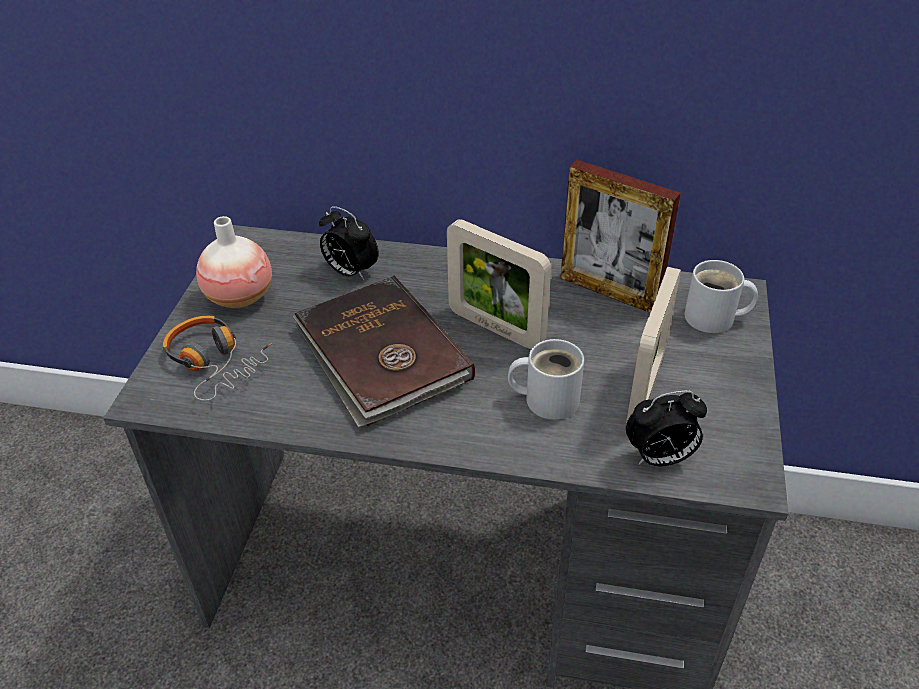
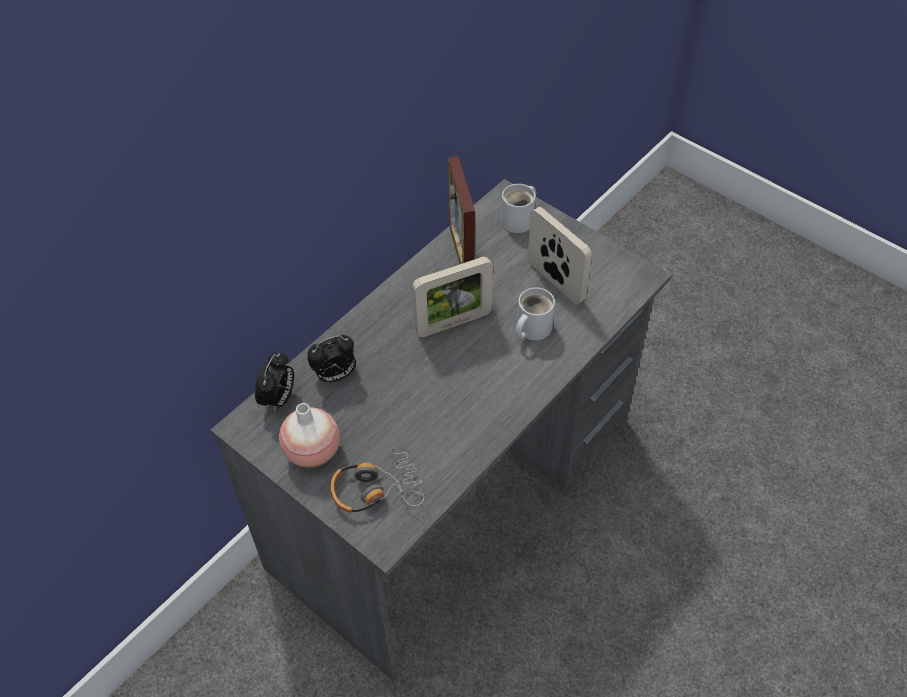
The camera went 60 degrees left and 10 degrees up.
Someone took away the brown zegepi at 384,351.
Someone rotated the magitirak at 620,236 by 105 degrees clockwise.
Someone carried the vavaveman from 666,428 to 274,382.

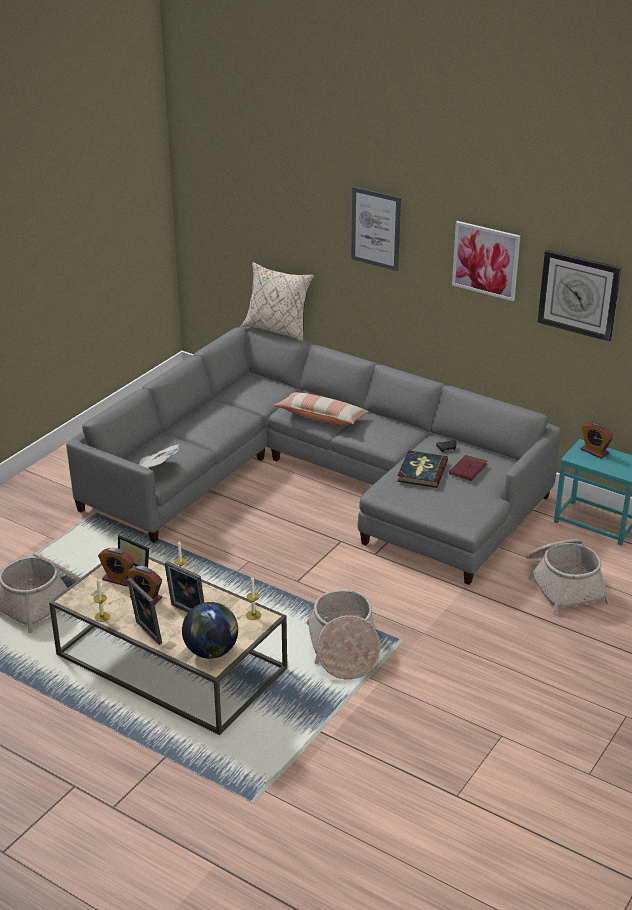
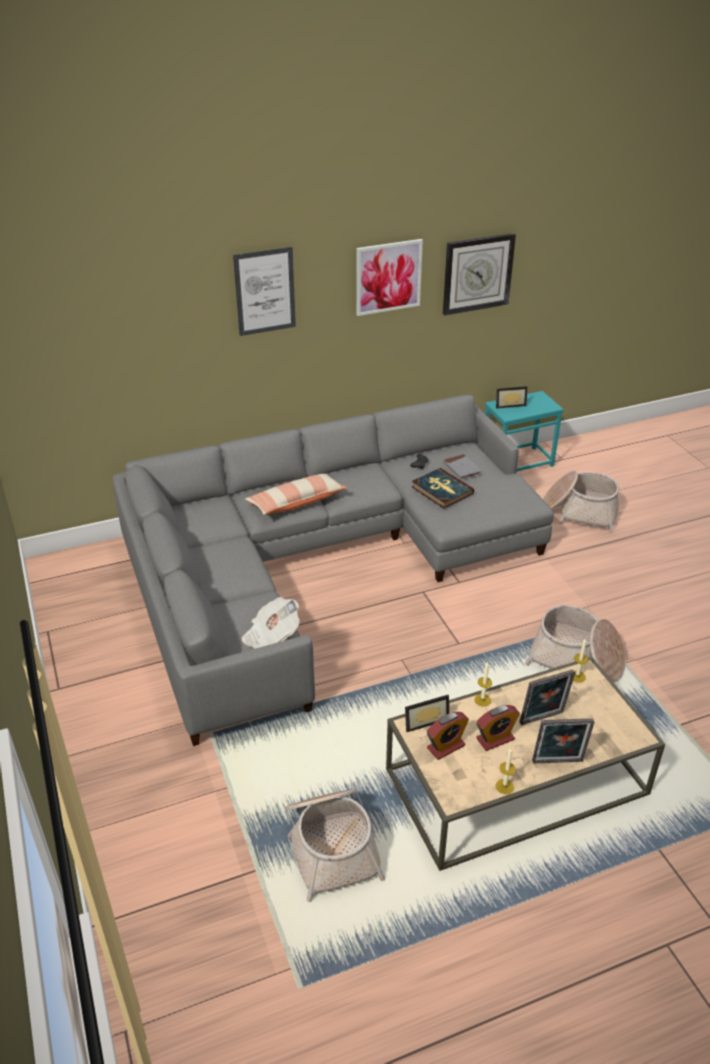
The camera went 55 degrees left and 5 degrees up.
Someone took away the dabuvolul at 210,630.
Someone took away the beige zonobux at 278,302.
Someone repainted the red zegepi at 468,468, which became the grey zegepi at 462,467.
Someone swapped the vavaveman at 597,440 for the magitirak at 511,397.

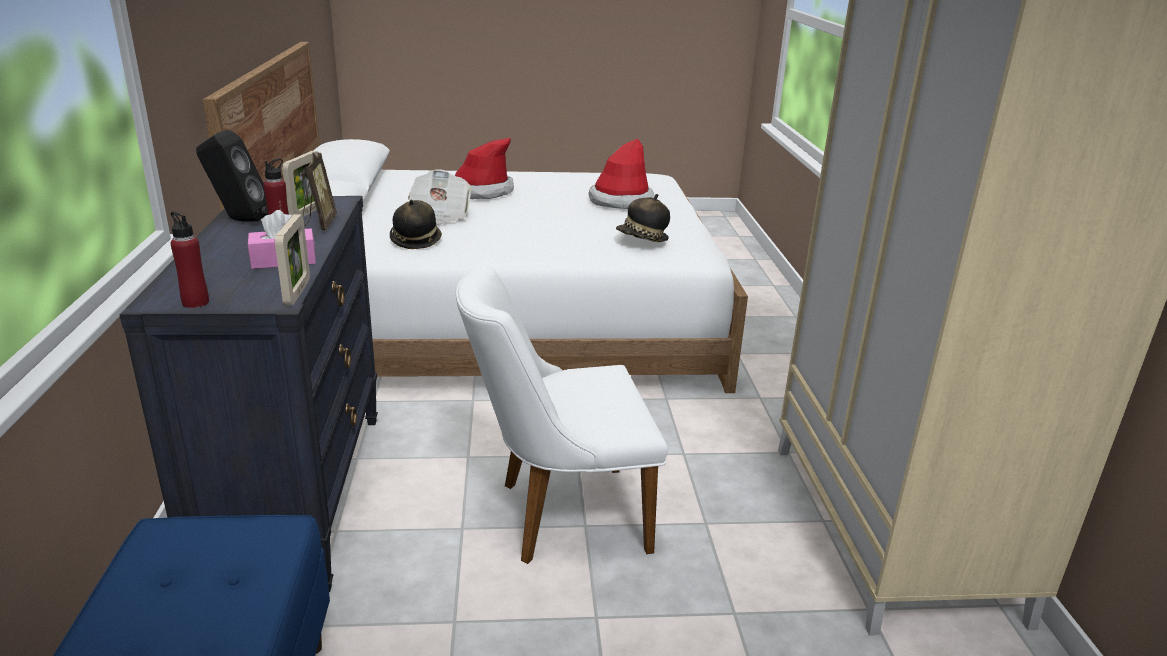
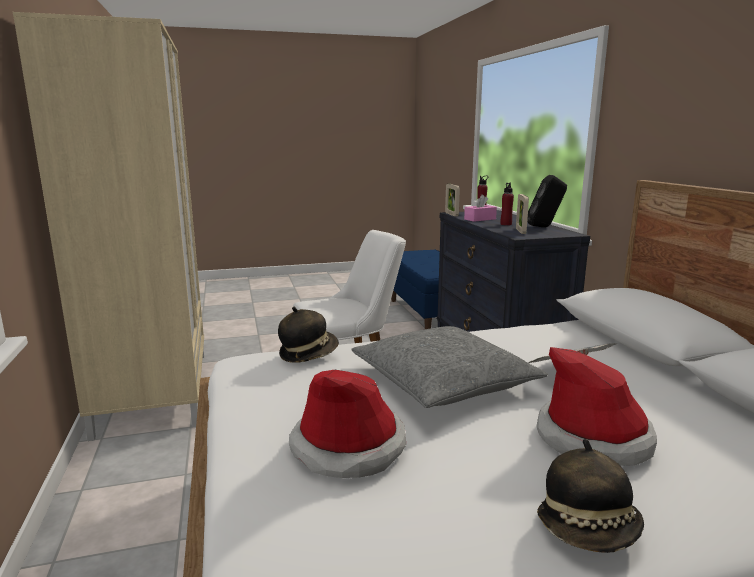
The camera went 170 degrees right and 10 degrees down.
Someone took away the magitirak at 319,191.
Someone carried the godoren from 416,224 to 590,496.
Someone put down the grey zonobux at 450,367.

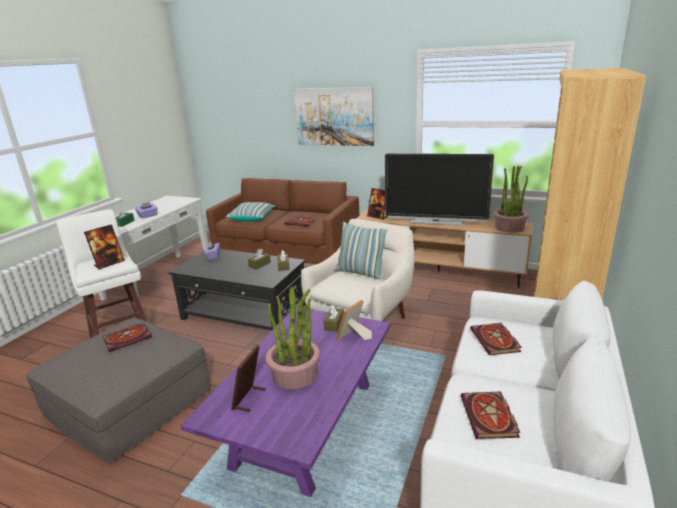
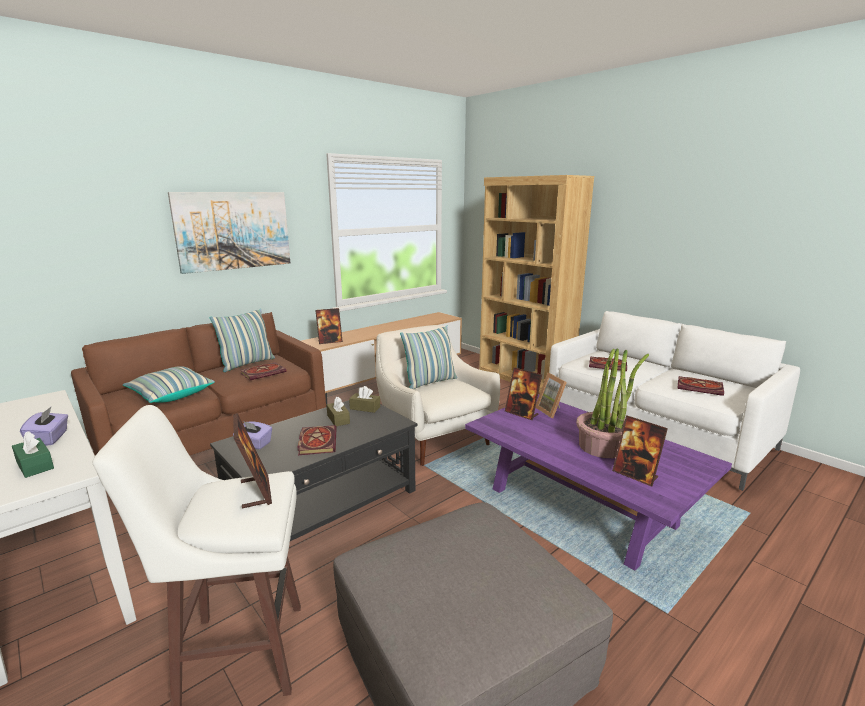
The camera went 65 degrees left and 5 degrees down.
Someone carried the zegepi from 127,337 to 317,440.
Someone swapped the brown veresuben at 334,318 for the magitirak at 523,393.
Someone took away the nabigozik at 439,190.
Someone took away the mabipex at 511,199.
Someone put down the zonobux at 242,340.

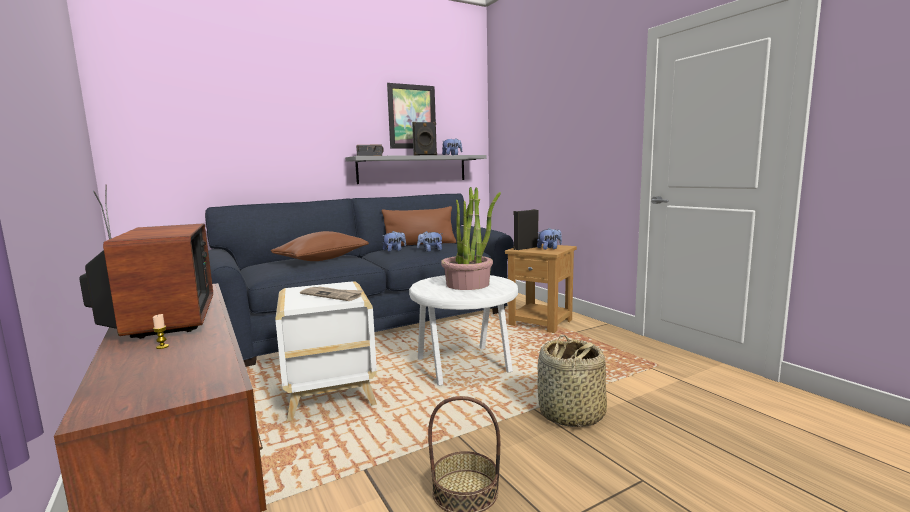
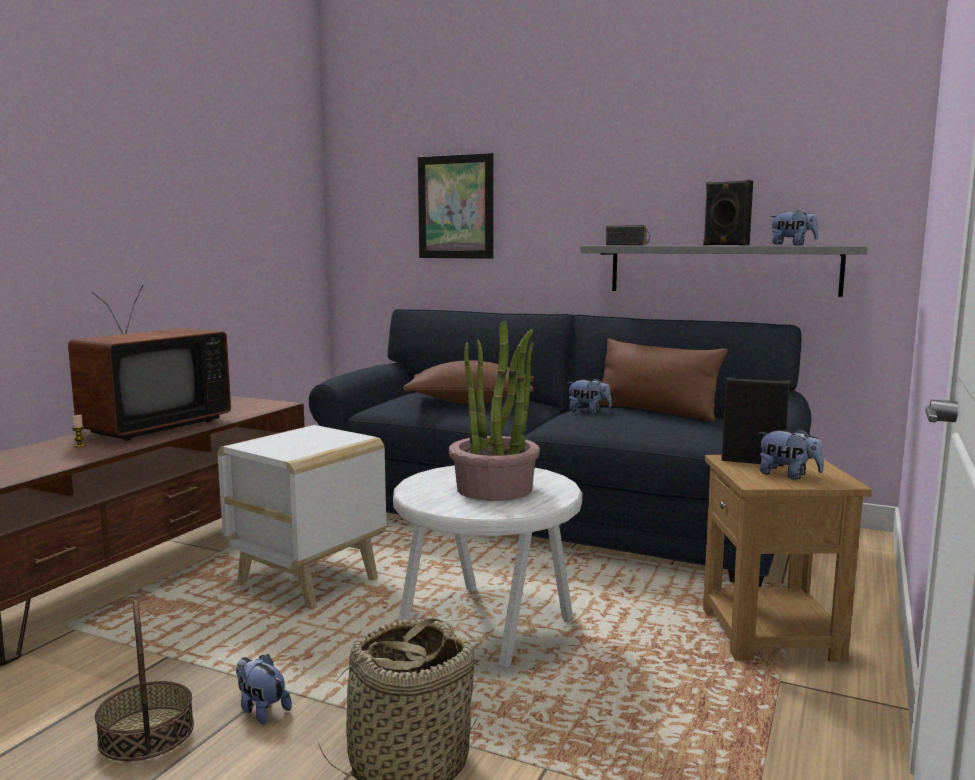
The camera went 55 degrees right and 0 degrees up.
Someone took away the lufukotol at 332,293.
Someone carried the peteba from 411,116 to 456,206.
Someone carried the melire from 430,241 to 264,689.

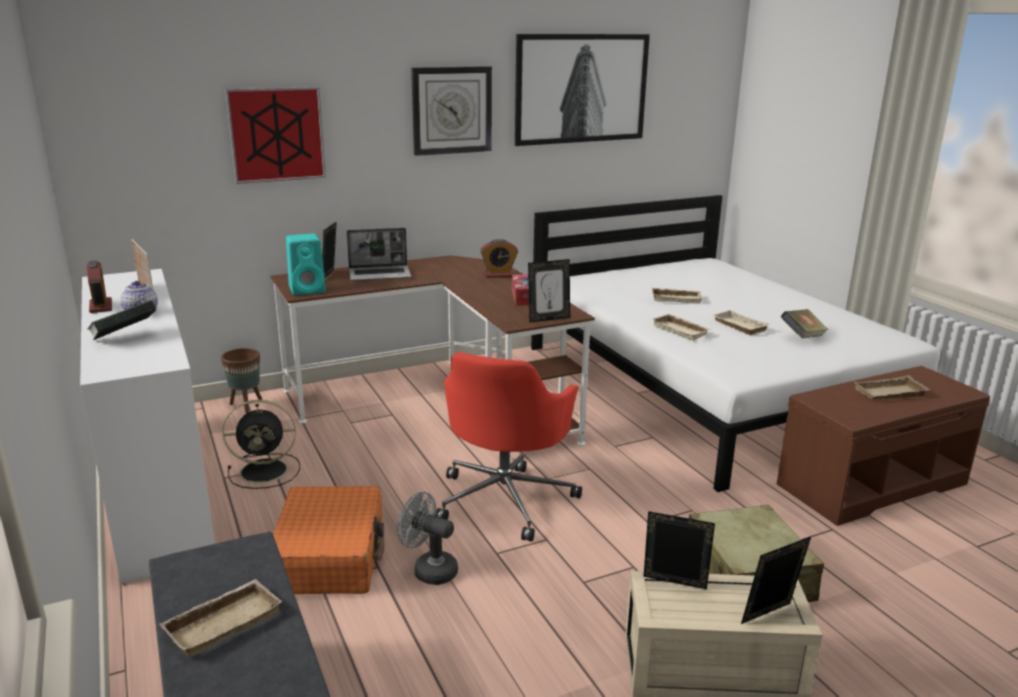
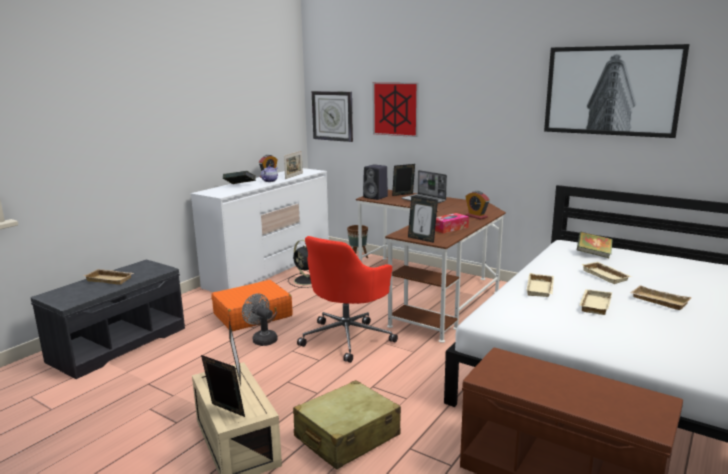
The camera went 60 degrees right and 5 degrees down.
Someone repainted the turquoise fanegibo at 306,264, which became the black fanegibo at 375,182.
Someone rotated the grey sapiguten at 427,538 by 45 degrees counterclockwise.
Someone carried the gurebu from 451,111 to 332,116.
Someone rotated the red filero at 509,447 by 45 degrees counterclockwise.
Someone carried the zegepi from 805,323 to 595,245.
Someone carried the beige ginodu from 892,387 to 661,297.

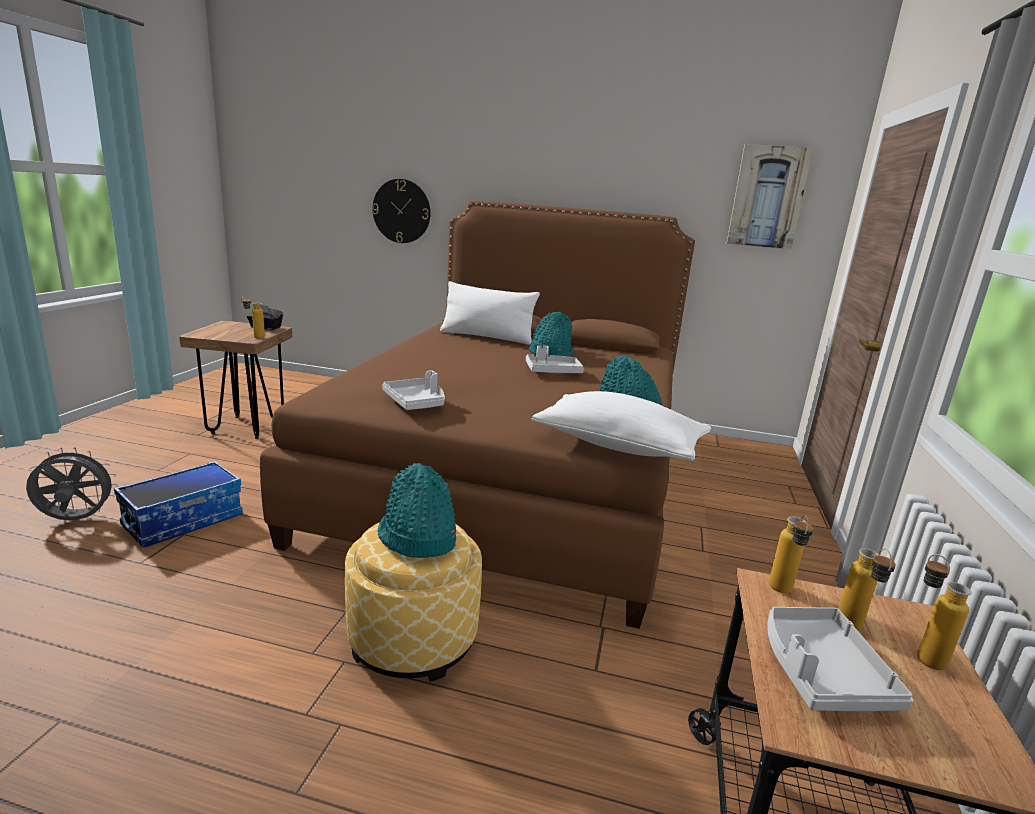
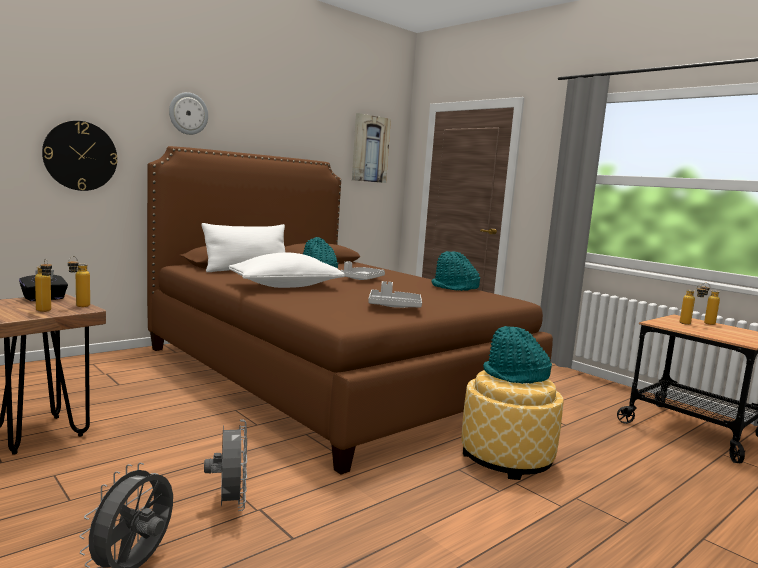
The camera went 55 degrees left and 10 degrees down.
Someone swapped the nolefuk at 178,504 for the grey sapiguten at 225,465.
Someone carried the white zonobux from 621,426 to 287,270.
Someone took away the grey ginodu at 840,659.
Someone carried the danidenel from 791,554 to 43,285.
Someone put up the gurebu at 188,113.

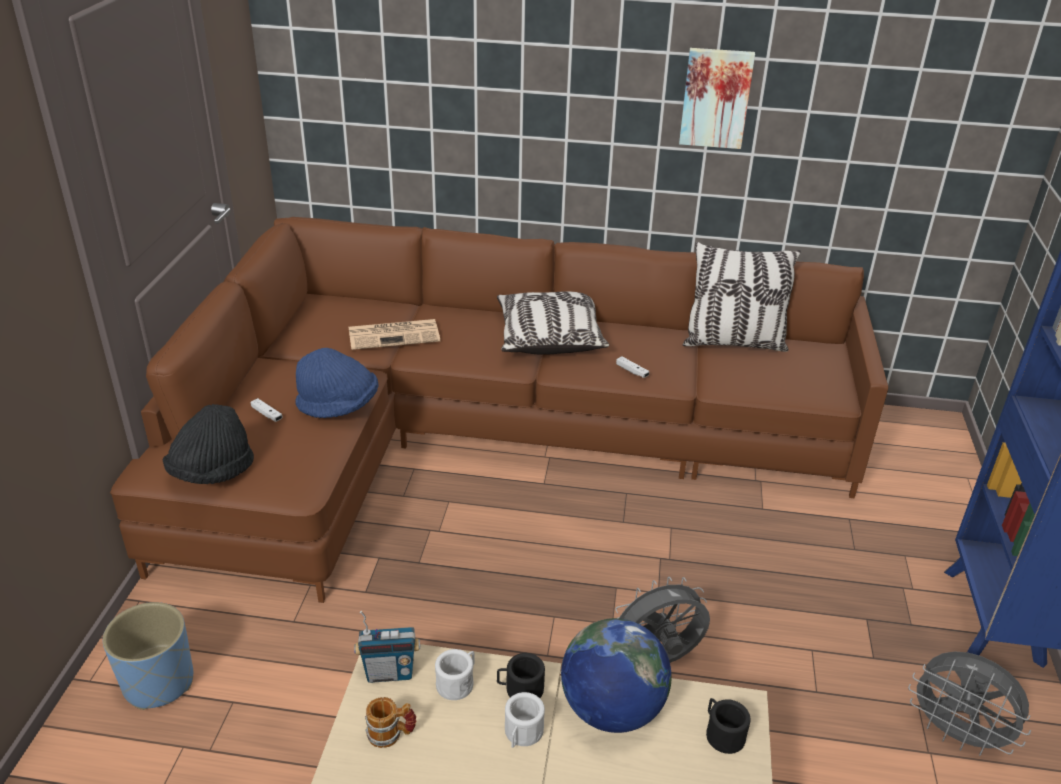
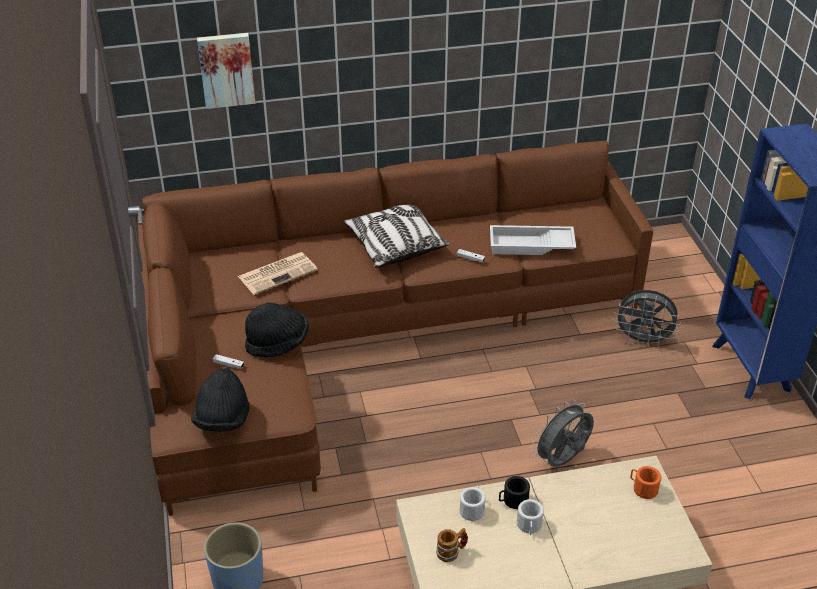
The camera went 20 degrees left and 5 degrees up.
Someone repainted the blue godoren at 337,383, which became the black godoren at 277,330.
Someone took away the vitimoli at 387,647.
Someone took away the dabuvolul at 616,675.
Someone carried the peteba from 717,98 to 226,71.
Someone took away the zonobux at 742,297.
Someone repainted the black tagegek at 728,726, which became the orange tagegek at 645,482.
Someone carried the grey sapiguten from 969,703 to 647,318.
Someone put down the white ginodu at 533,240.

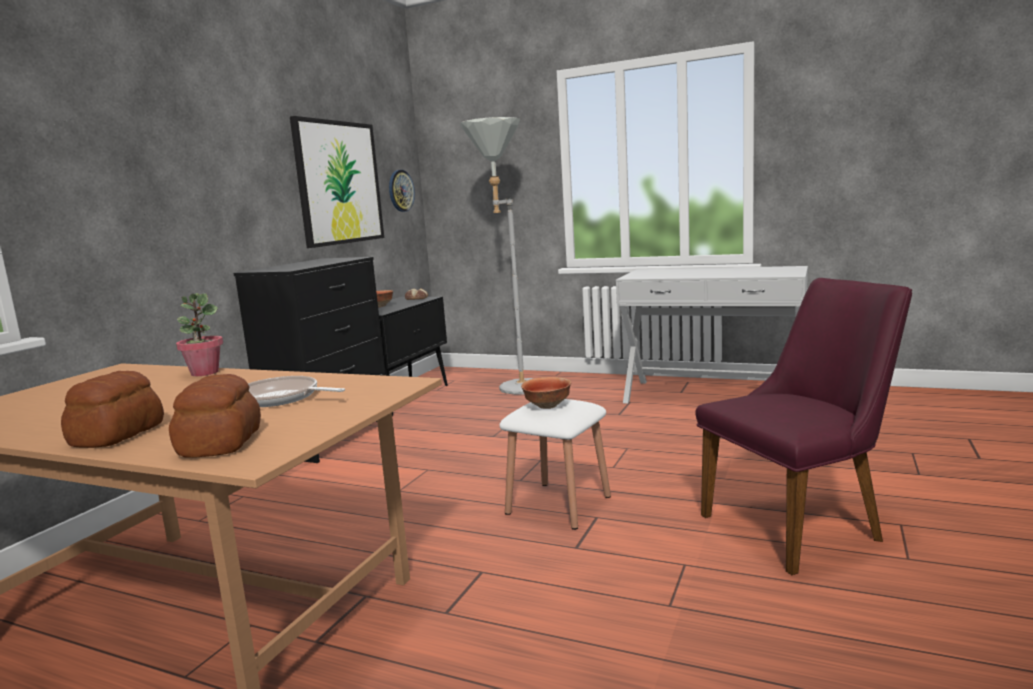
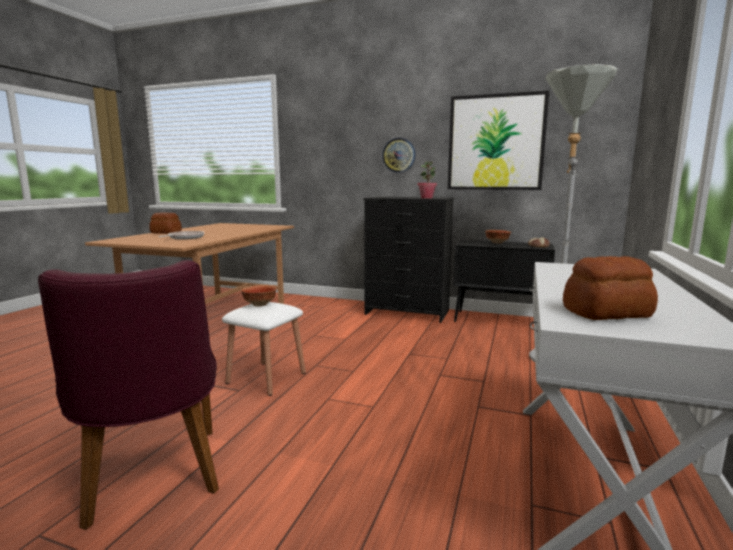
The camera went 85 degrees right and 0 degrees up.
Someone carried the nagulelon from 215,416 to 610,288.
Someone carried the mabipex from 199,334 to 427,180.
Someone carried the gurebu from 402,191 to 398,155.

